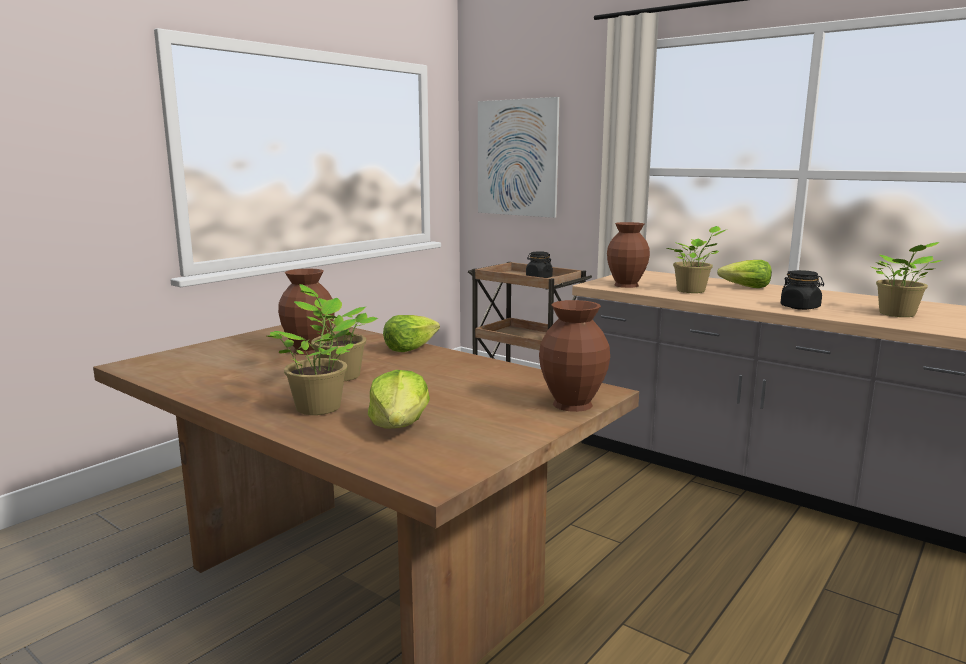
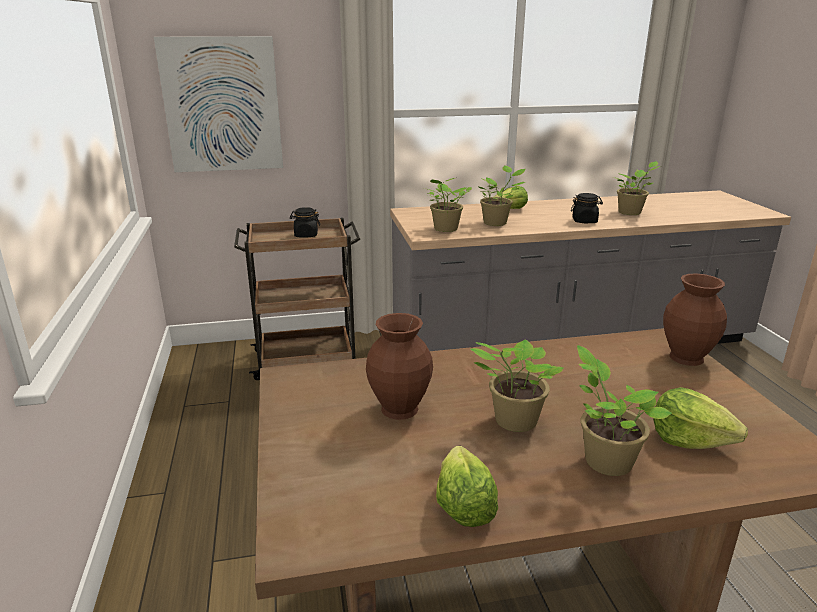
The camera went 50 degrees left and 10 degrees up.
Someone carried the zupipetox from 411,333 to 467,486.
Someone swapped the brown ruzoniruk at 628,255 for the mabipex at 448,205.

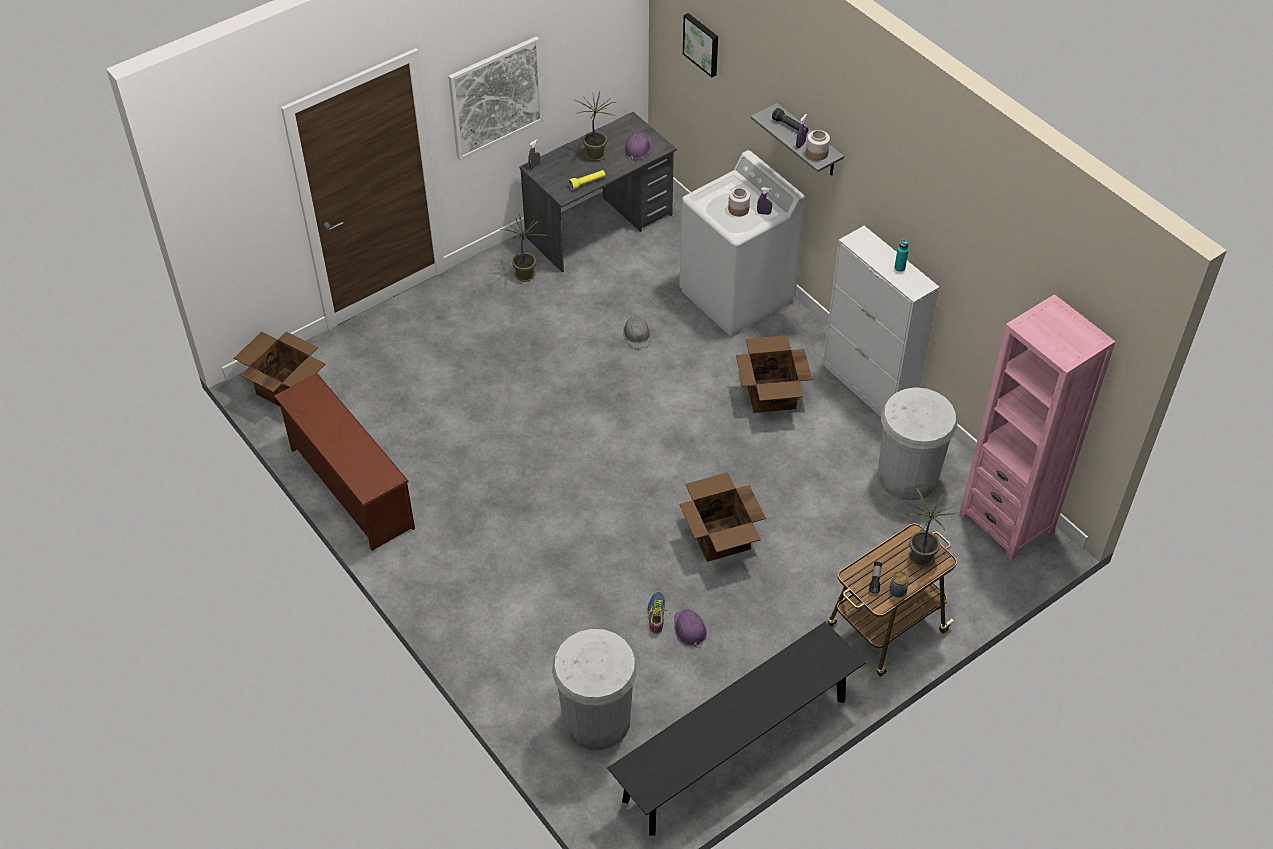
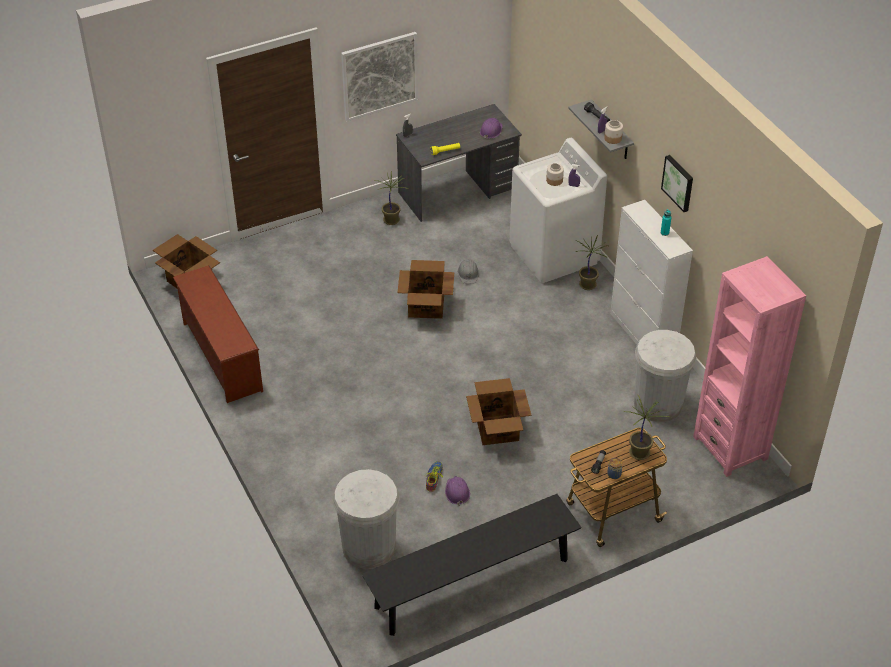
The camera went 10 degrees right and 5 degrees down.
Someone carried the mabipex from 595,126 to 592,262.
Someone carried the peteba from 700,45 to 677,183.
Someone carried the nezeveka from 774,374 to 425,289.

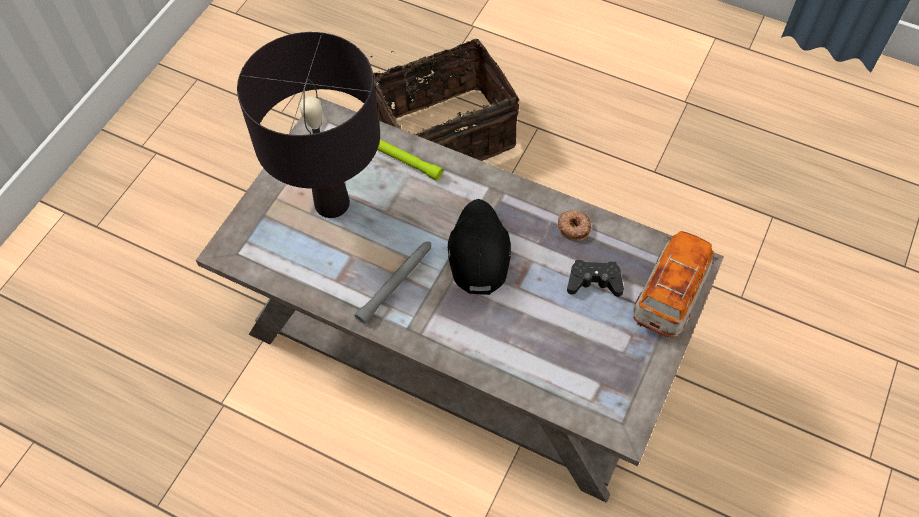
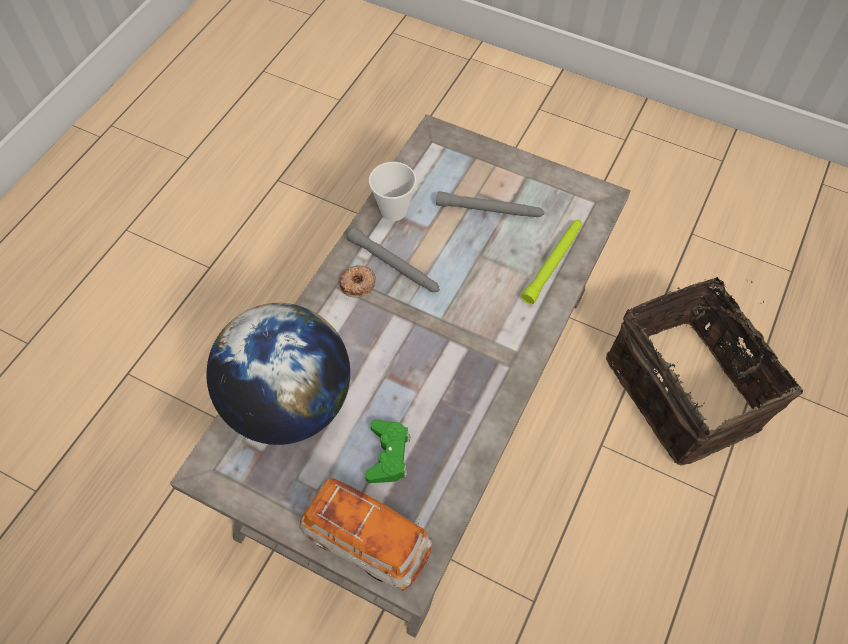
The camera went 90 degrees right and 0 degrees up.
Someone swapped the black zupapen at 308,125 for the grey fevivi at 490,204.
Someone took away the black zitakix at 479,247.
Someone carried the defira from 574,225 to 358,281.
Someone repainted the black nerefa at 595,278, which became the green nerefa at 387,451.
Someone put down the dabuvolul at 278,374.
Someone put down the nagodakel at 392,191.

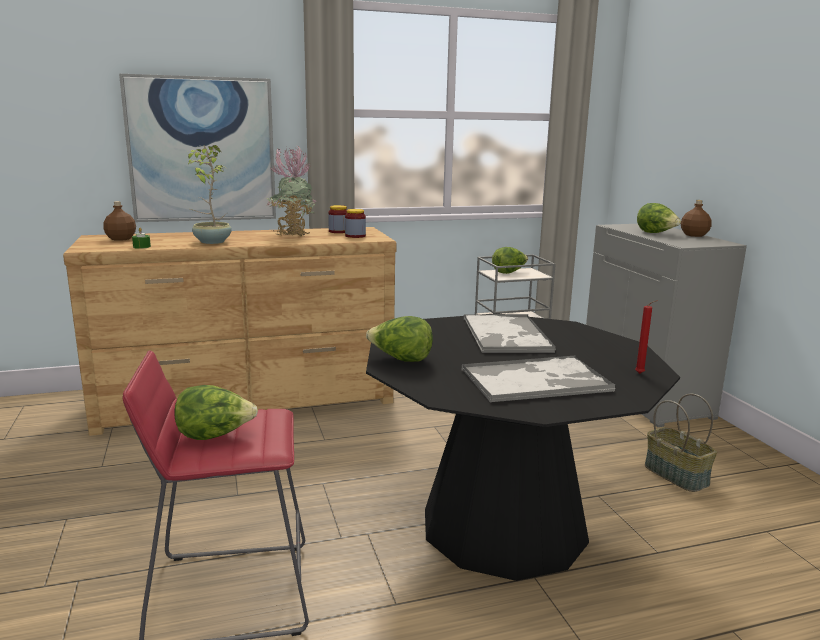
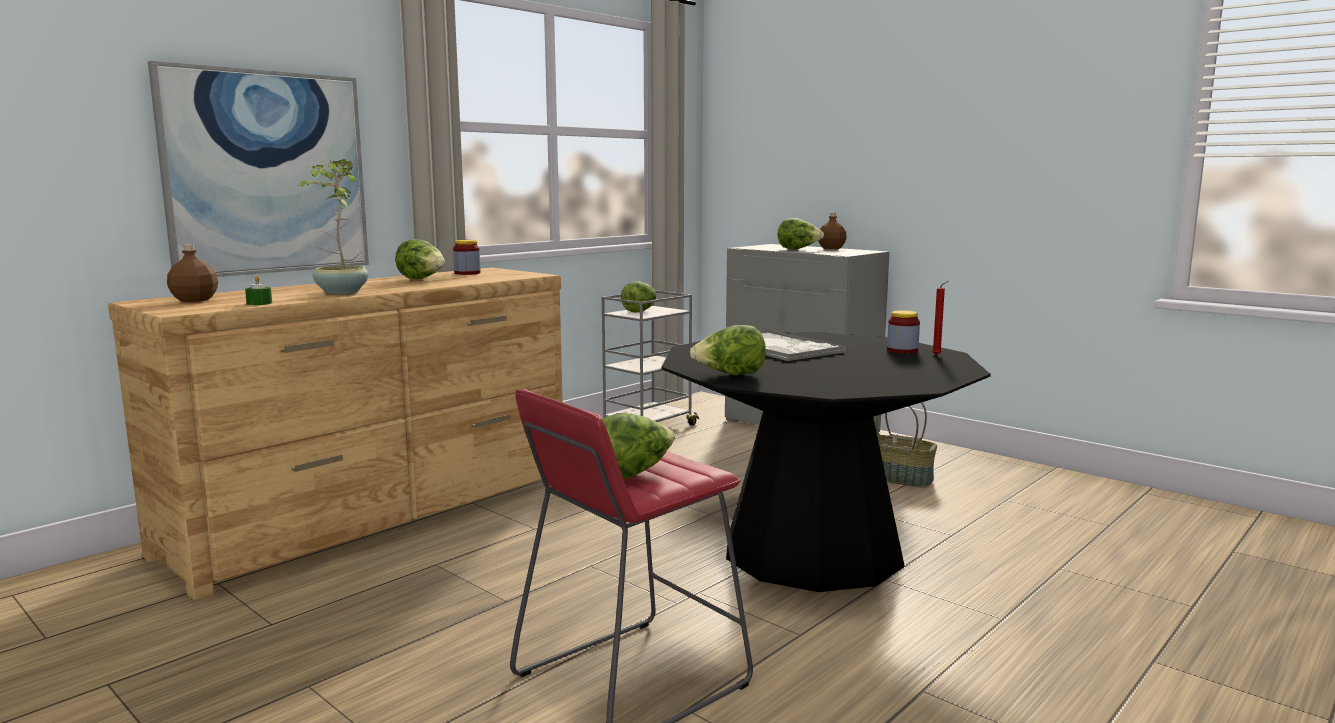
The camera went 30 degrees left and 5 degrees down.
Someone swapped the mabipex at 291,191 for the zupipetox at 420,259.
Someone carried the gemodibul from 355,223 to 903,332.
Someone took away the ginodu at 538,379.

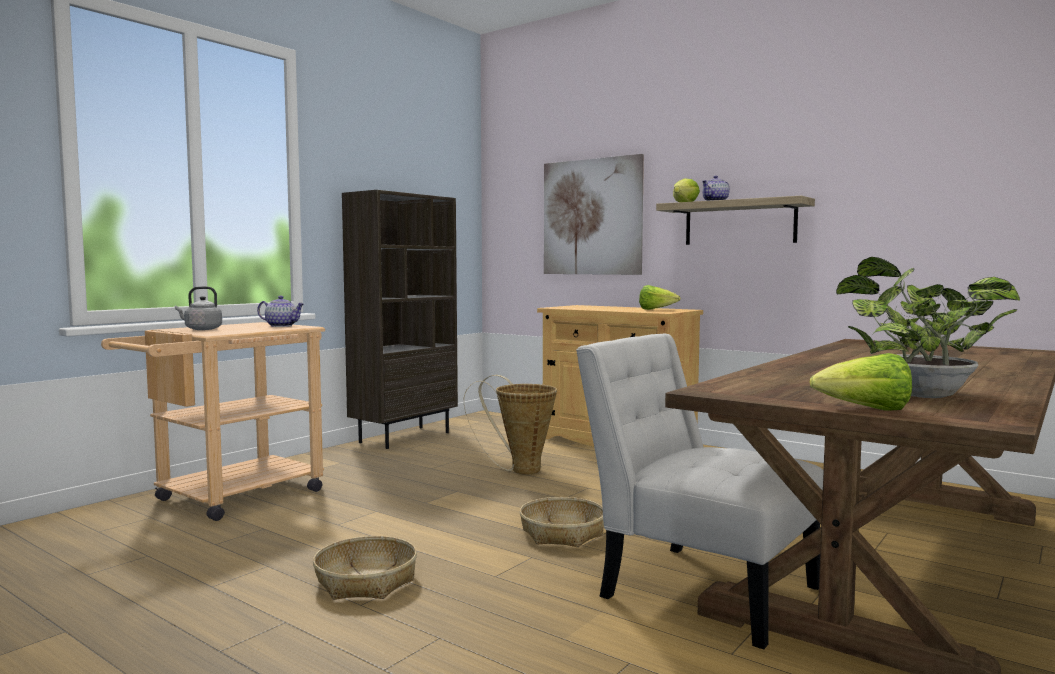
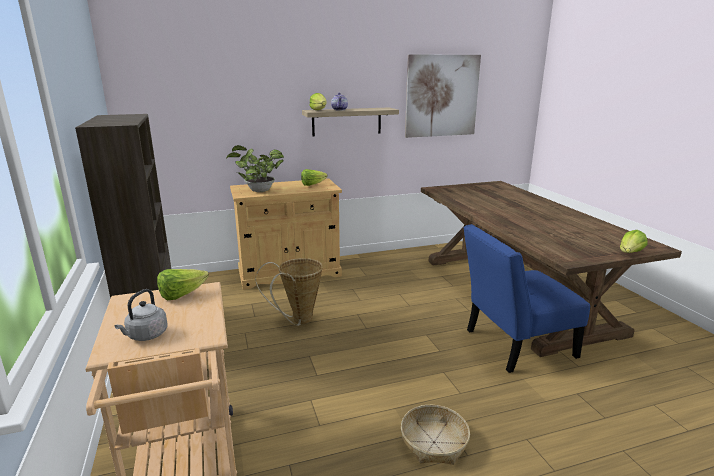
The camera went 55 degrees left and 15 degrees up.
Someone swapped the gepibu at 280,311 for the zupipetox at 183,284.
Someone took away the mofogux at 562,522.
Someone carried the peteba from 594,214 to 443,96.
Someone repainted the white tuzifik at 700,491, which became the blue tuzifik at 526,298.
Someone carried the mabipex from 928,327 to 255,168.

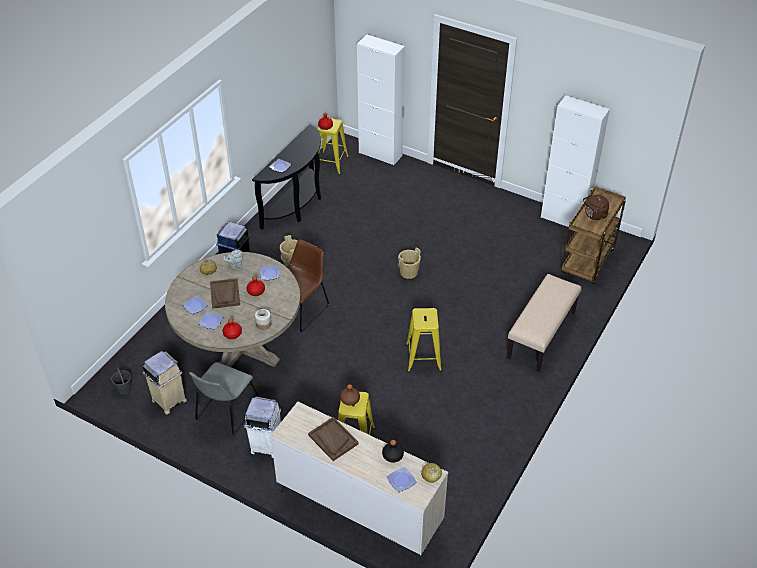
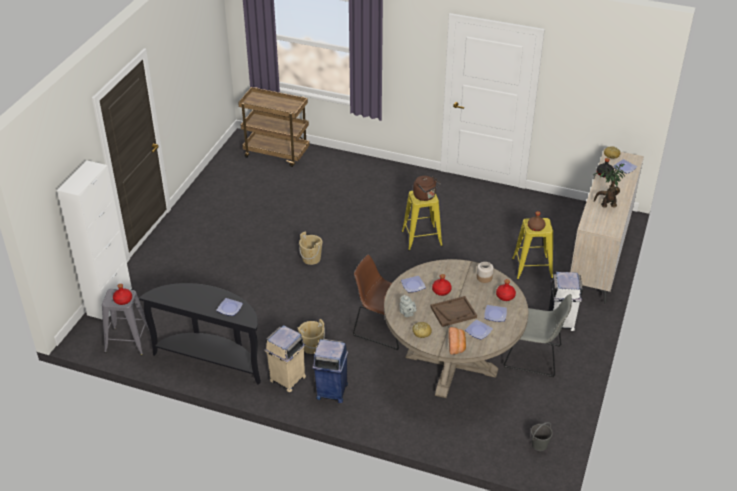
The camera went 100 degrees left and 5 degrees down.
Someone carried the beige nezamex from 164,382 to 285,358.
Someone swapped the brown ginodu at 333,439 for the mabipex at 609,185.
Someone repainted the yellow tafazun at 331,146, which became the grey tafazun at 126,322.
Someone took away the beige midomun at 544,323.
Someone took away the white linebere at 575,161.
Someone carried the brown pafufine from 596,207 to 426,188.
Someone put down the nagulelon at 457,341.

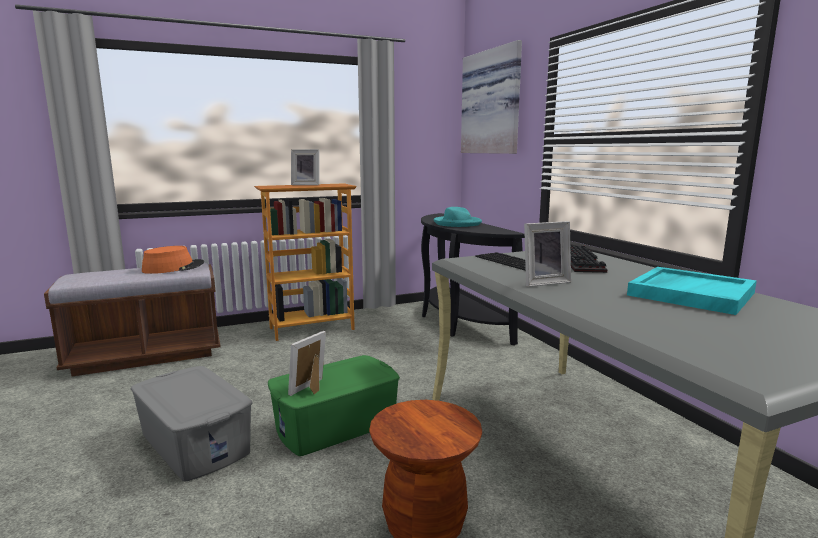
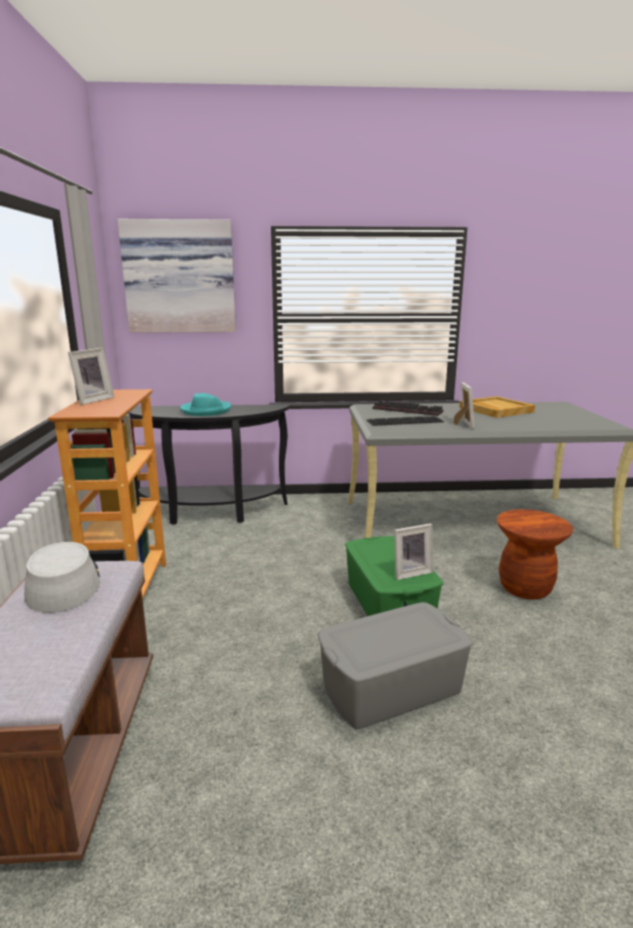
The camera went 70 degrees left and 5 degrees up.
Someone repainted the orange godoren at 173,260, which became the grey godoren at 62,577.
Someone rotated the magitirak at 307,363 by 75 degrees counterclockwise.
Someone repainted the turquoise ginodu at 692,291, which became the beige ginodu at 497,407.

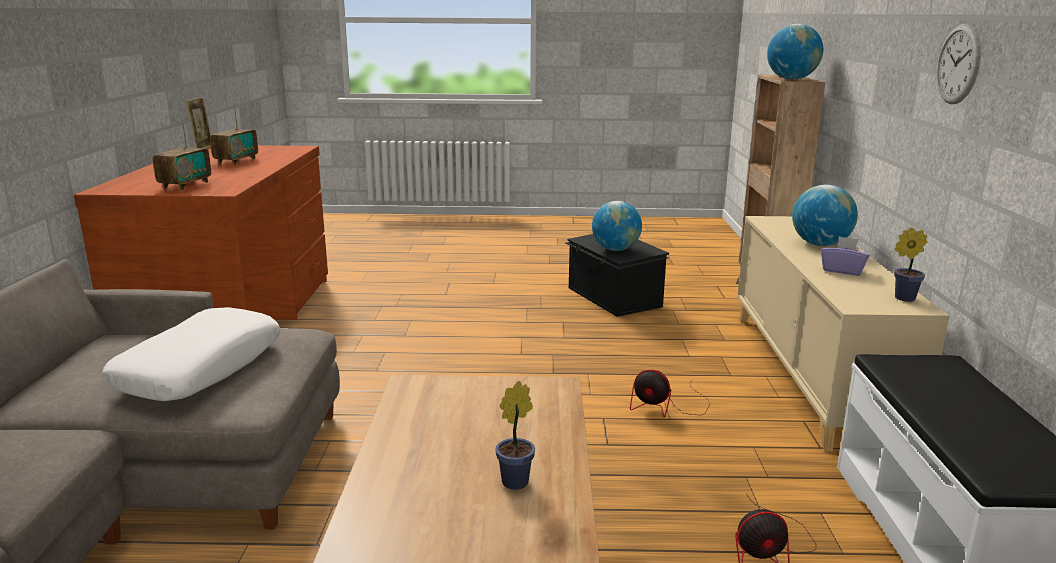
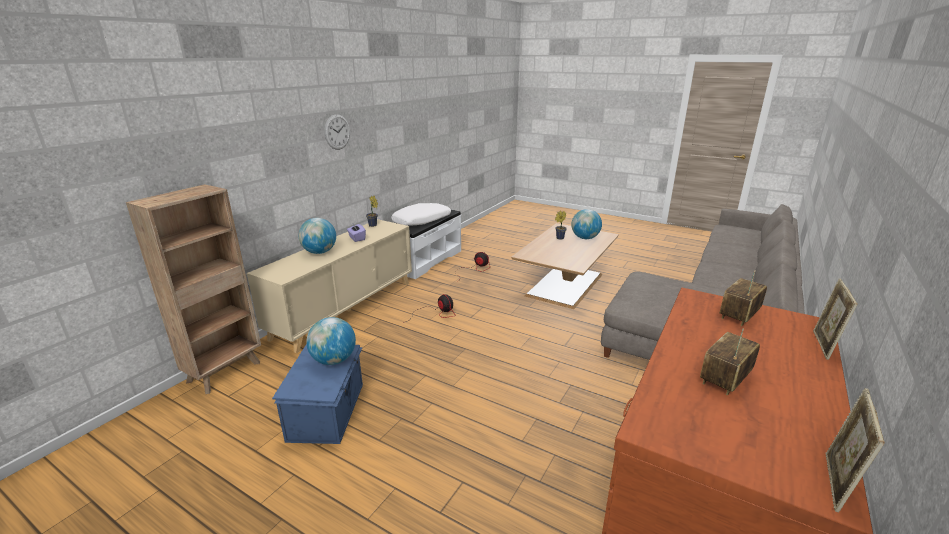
The camera went 150 degrees left and 5 degrees up.
Someone carried the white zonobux from 191,354 to 421,214.
Someone repainted the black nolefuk at 617,275, which became the blue nolefuk at 317,394.
Someone carried the dabuvolul from 795,52 to 586,224.
Someone put down the magitirak at 835,319.

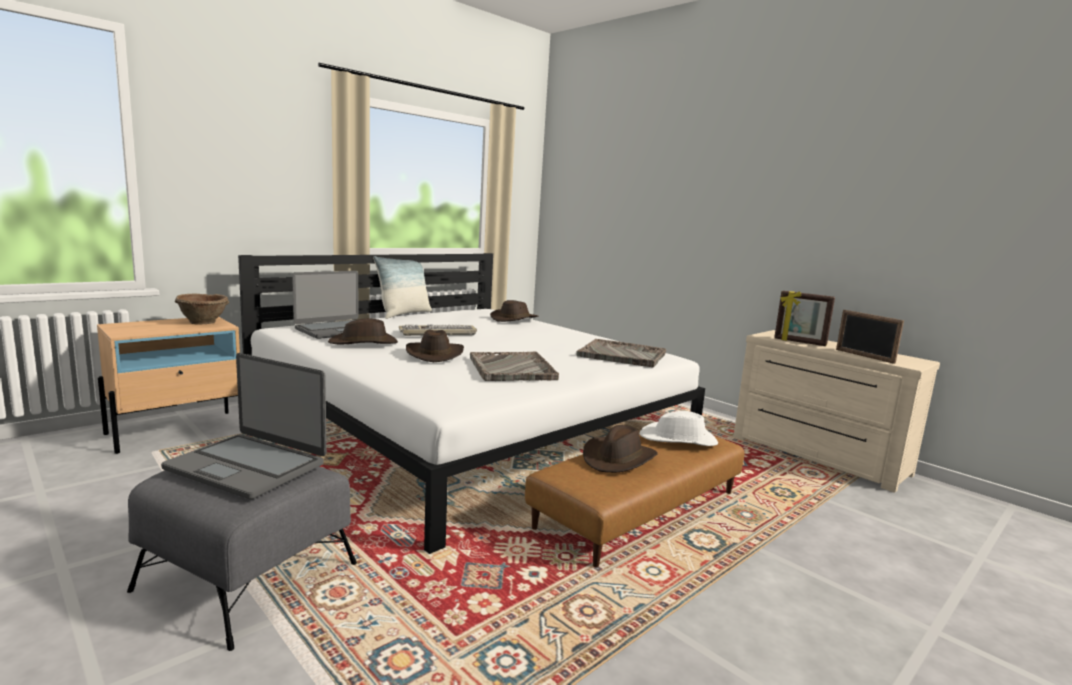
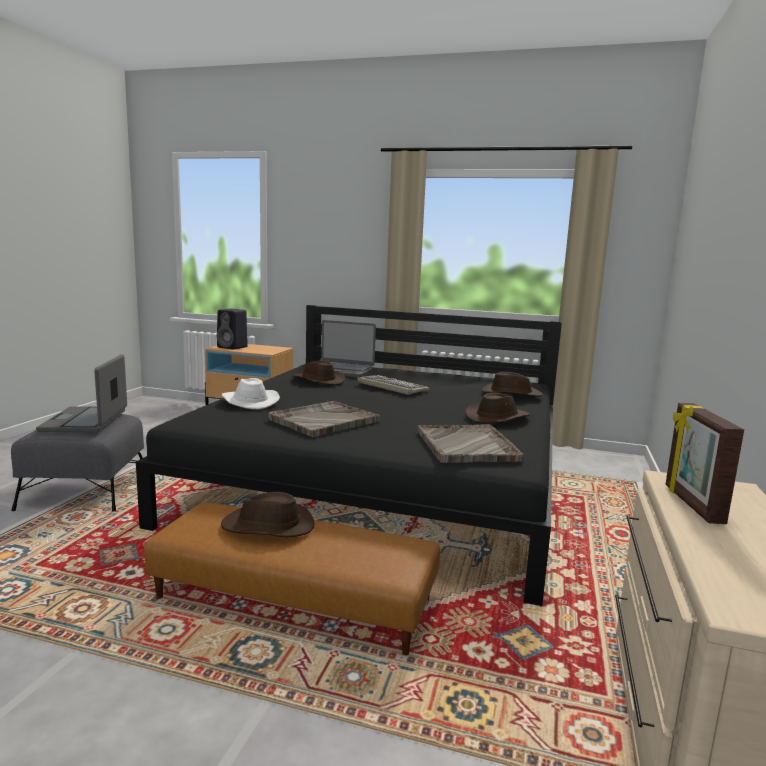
The camera went 60 degrees right and 0 degrees up.
Someone took away the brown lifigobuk at 202,309.
Someone repainted the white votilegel at 471,403, which became the black votilegel at 349,455.
Someone took away the zonobux at 402,287.
Someone carried the brown godoren from 435,345 to 497,408.
Someone carried the white godoren from 679,428 to 250,393.
Someone took away the magitirak at 870,337.
Someone put down the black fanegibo at 232,329.

